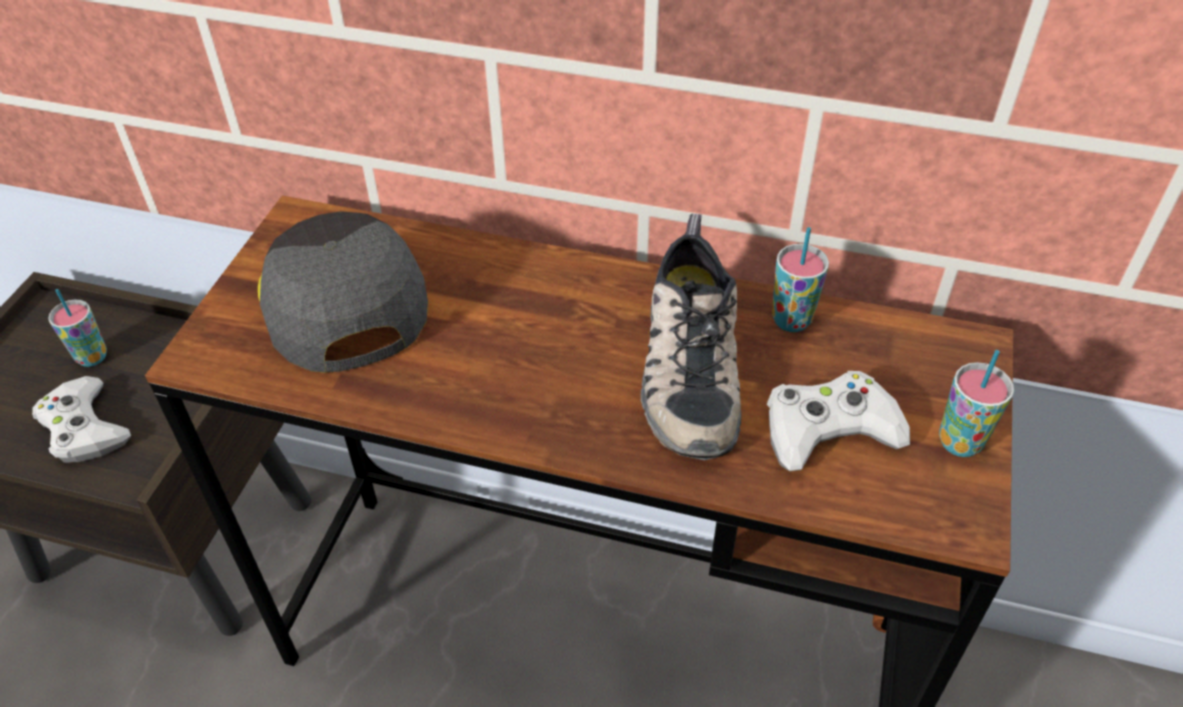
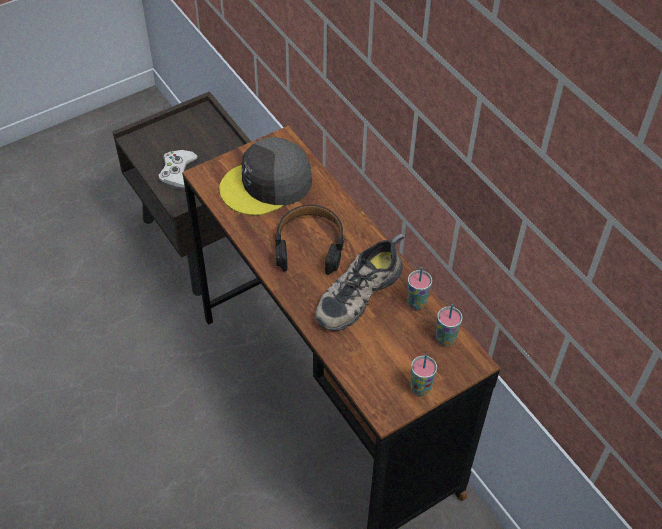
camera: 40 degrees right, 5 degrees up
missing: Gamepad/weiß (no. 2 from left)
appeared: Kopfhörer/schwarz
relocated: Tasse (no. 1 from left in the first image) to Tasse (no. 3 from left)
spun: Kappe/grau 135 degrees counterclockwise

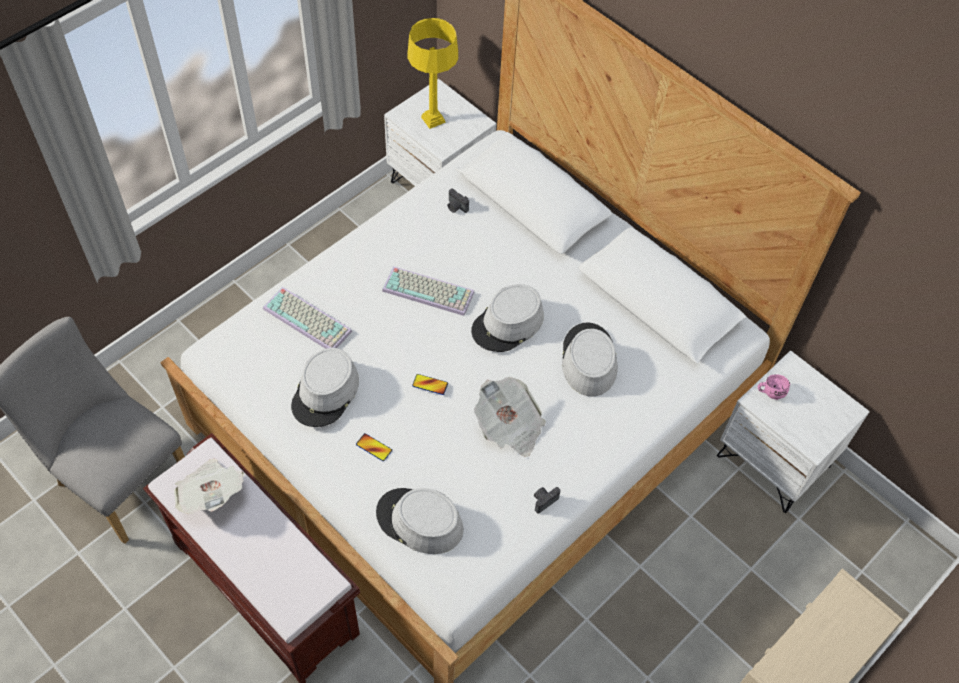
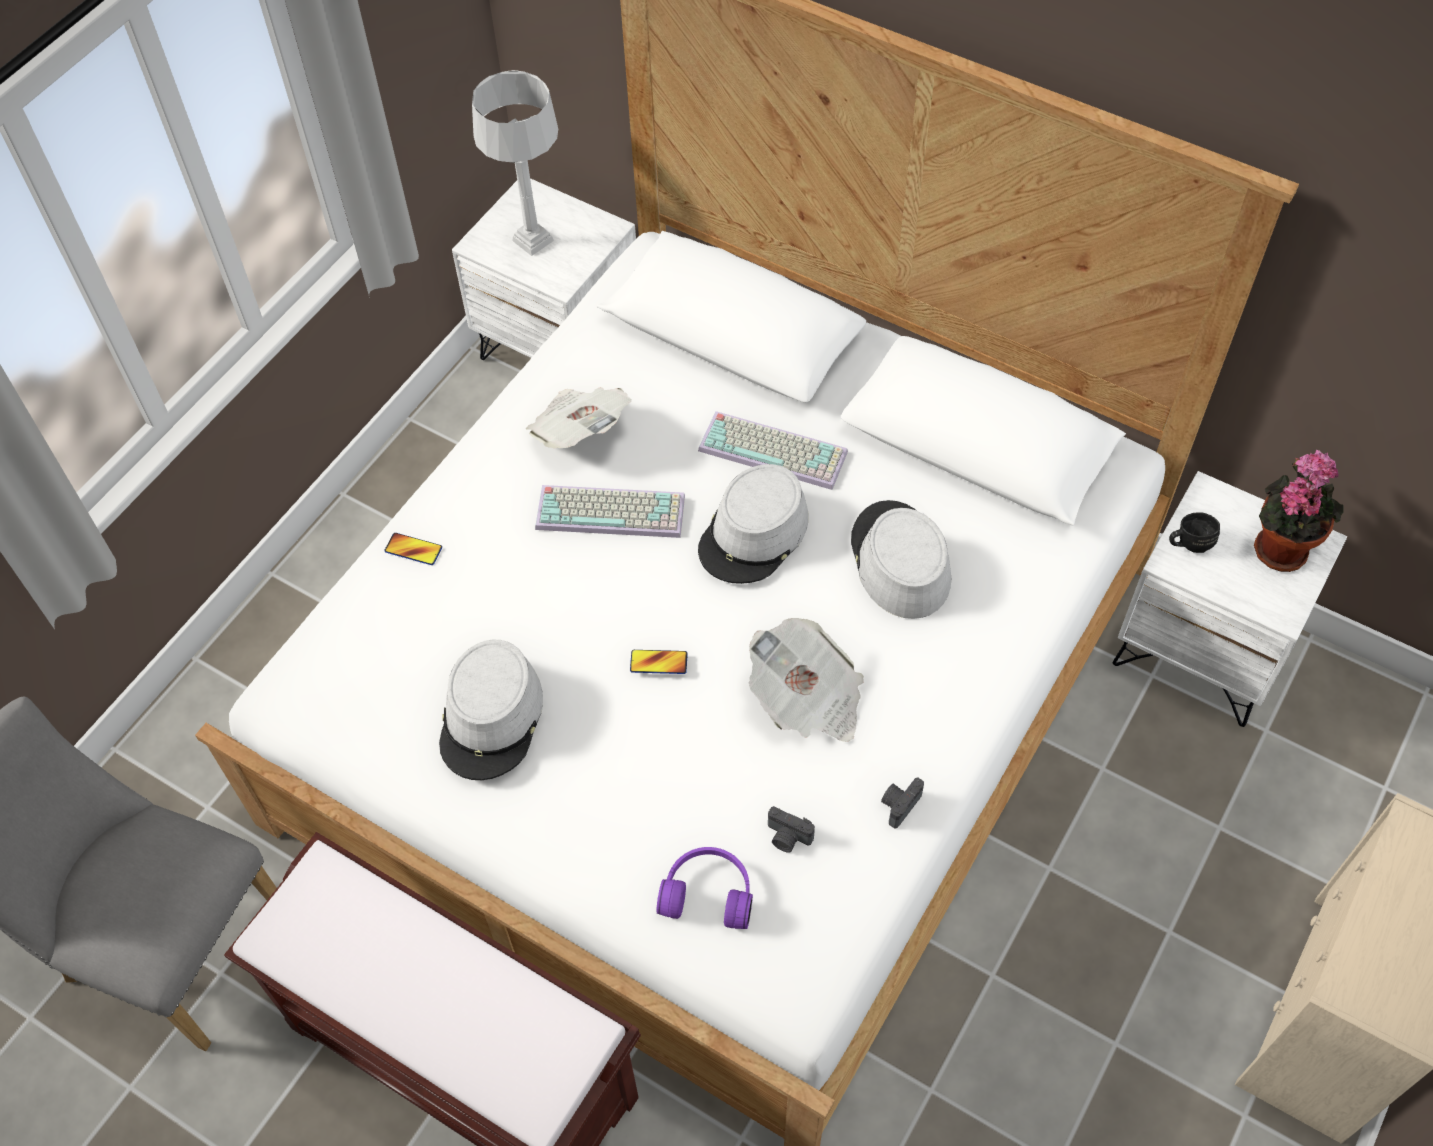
camera: 10 degrees left, 0 degrees up
appeared: Topfpflanze
relocated: Zeitung (no. 1 from left); Tastatur (no. 1 from left in the first image) to Tastatur (no. 2 from left); Handy (no. 1 from left); Kamera (no. 1 from left)
exchanged: Hut/grau (no. 2 from left) to Kopfhörer/lila
colour: Tischlampe/gelb to Tischlampe/grau; Henkelbecher/rosa to Henkelbecher/schwarz

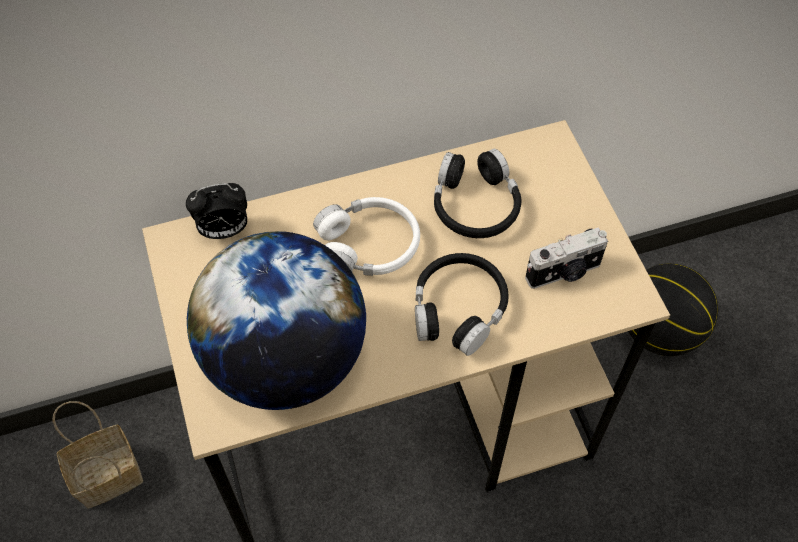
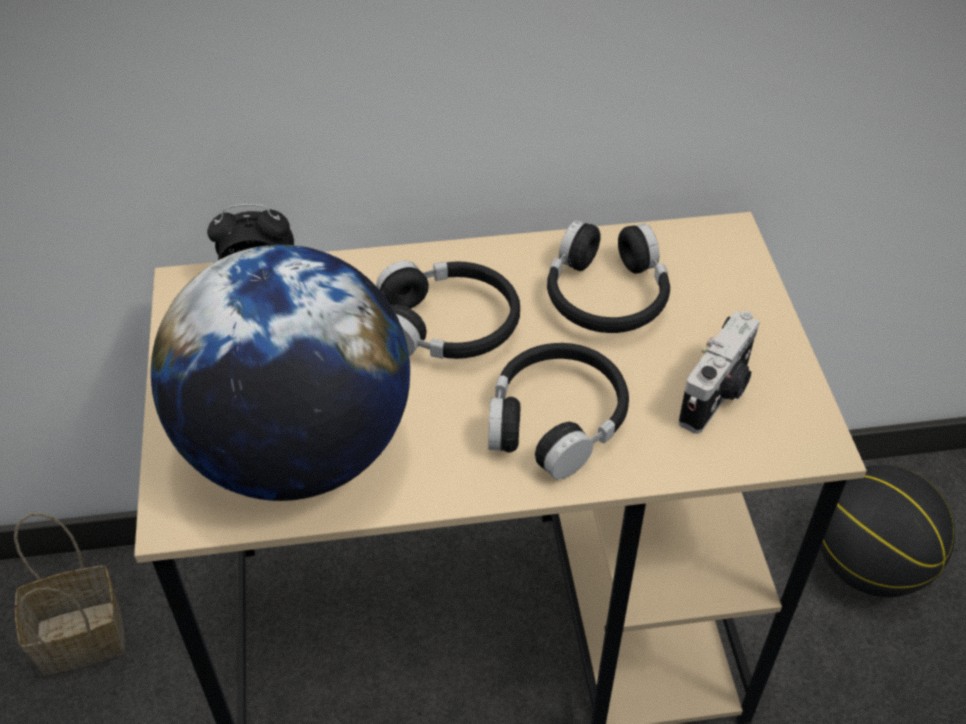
camera: 10 degrees right, 10 degrees down
colour: Kopfhörer/weiß to Kopfhörer/schwarz (no. 1 from left)
spun: Kamera 45 degrees counterclockwise

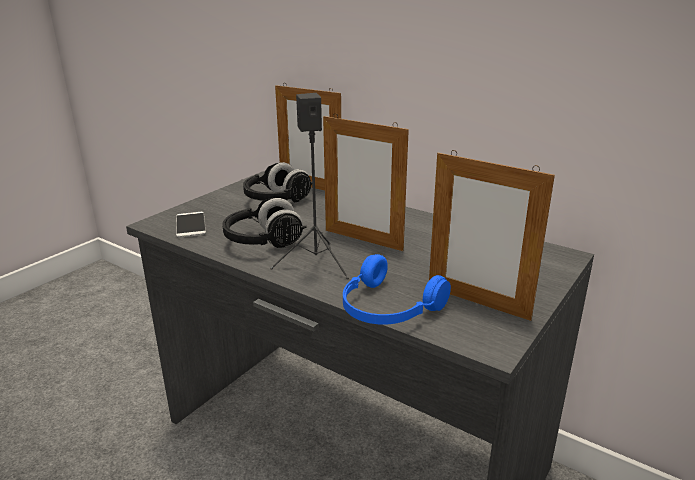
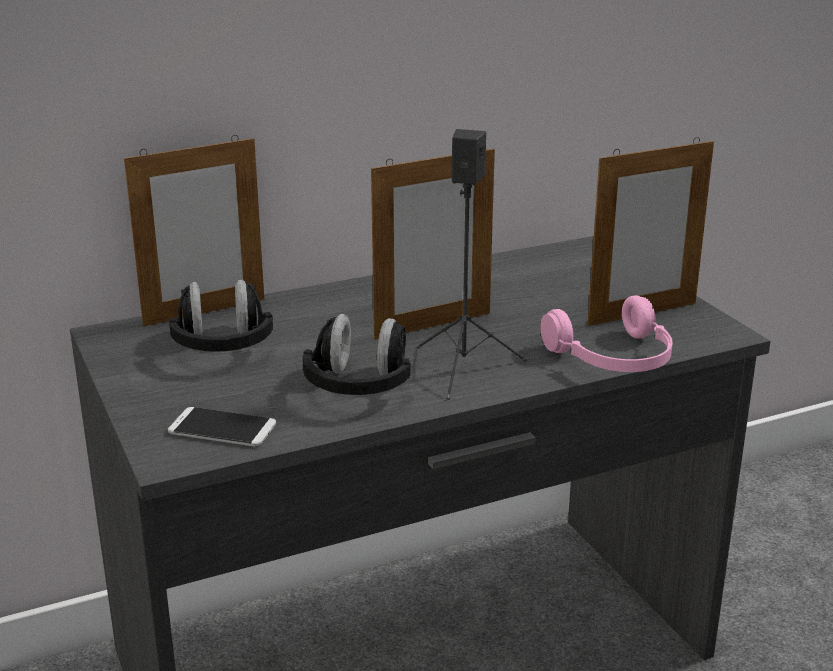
camera: 60 degrees left, 0 degrees up
colour: Kopfhörer/blau to Kopfhörer/rosa

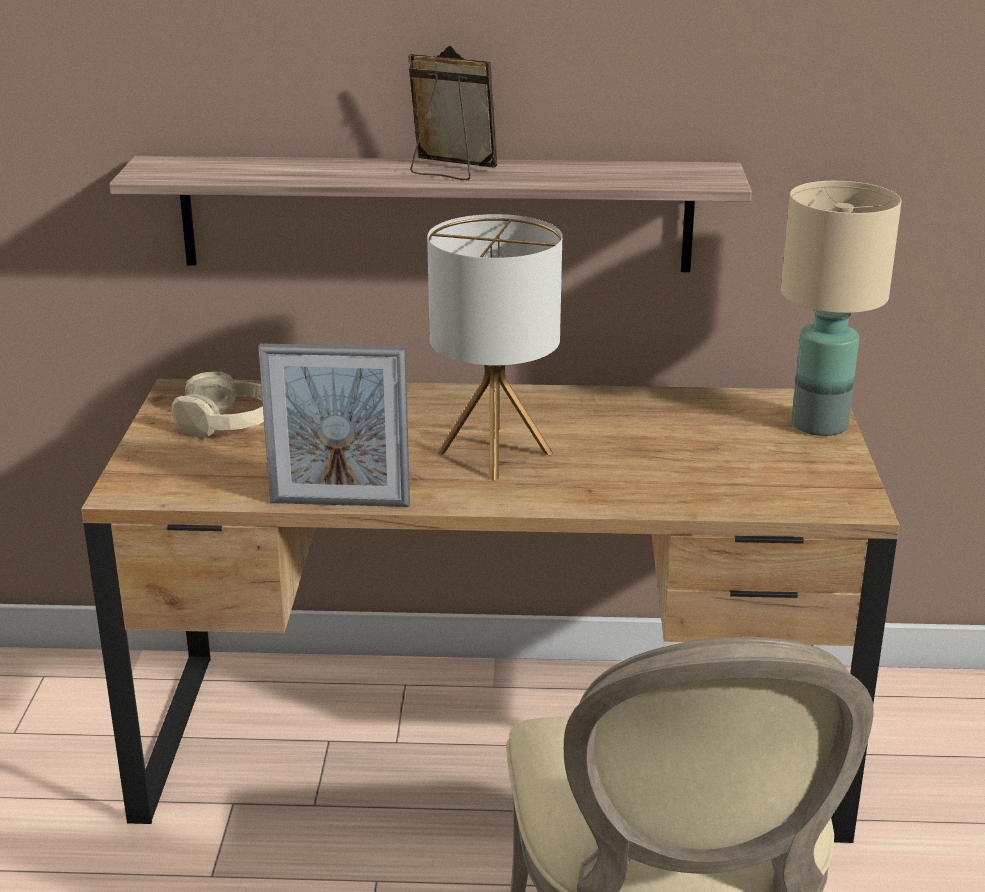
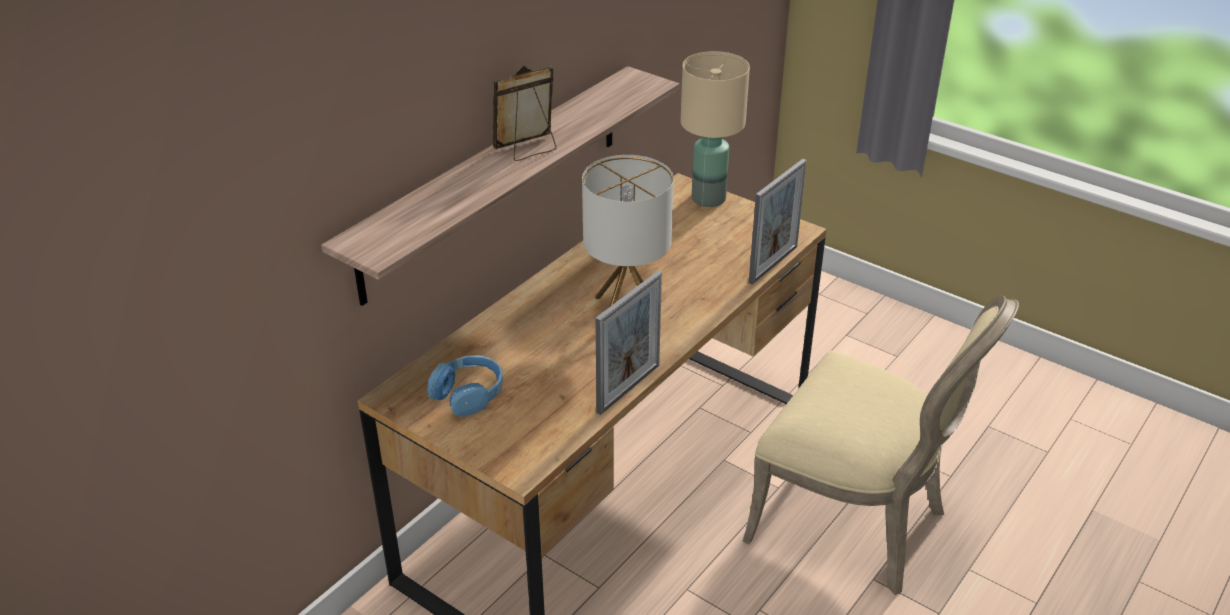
camera: 55 degrees left, 10 degrees up
appeared: Bilderrahmen (no. 3 from left)
colour: Kopfhörer/beige to Kopfhörer/blau

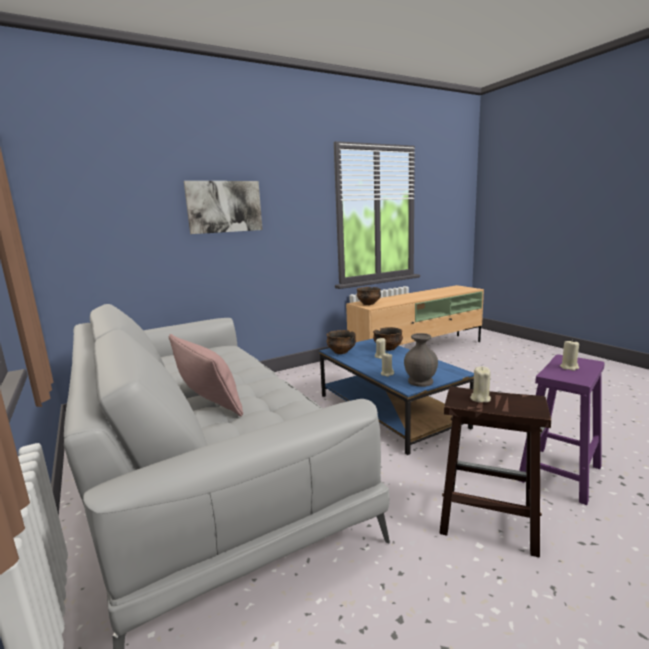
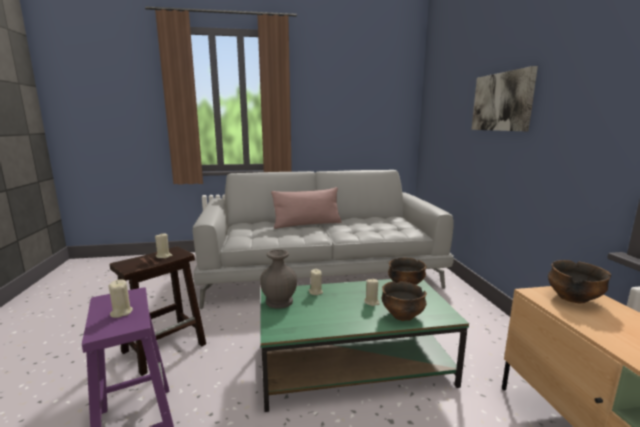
camera: 110 degrees right, 0 degrees up
colour: Couchtisch/blau to Couchtisch/grün

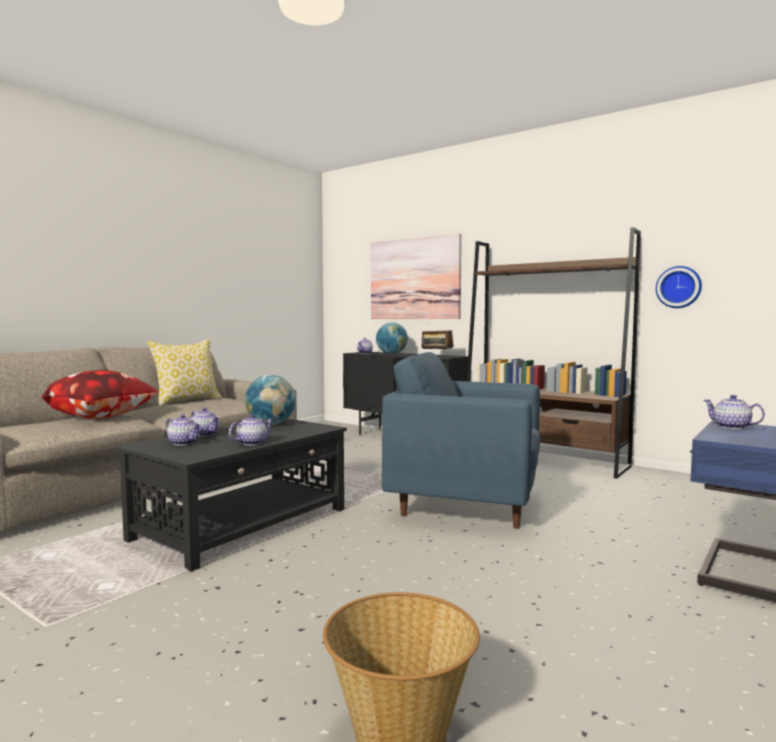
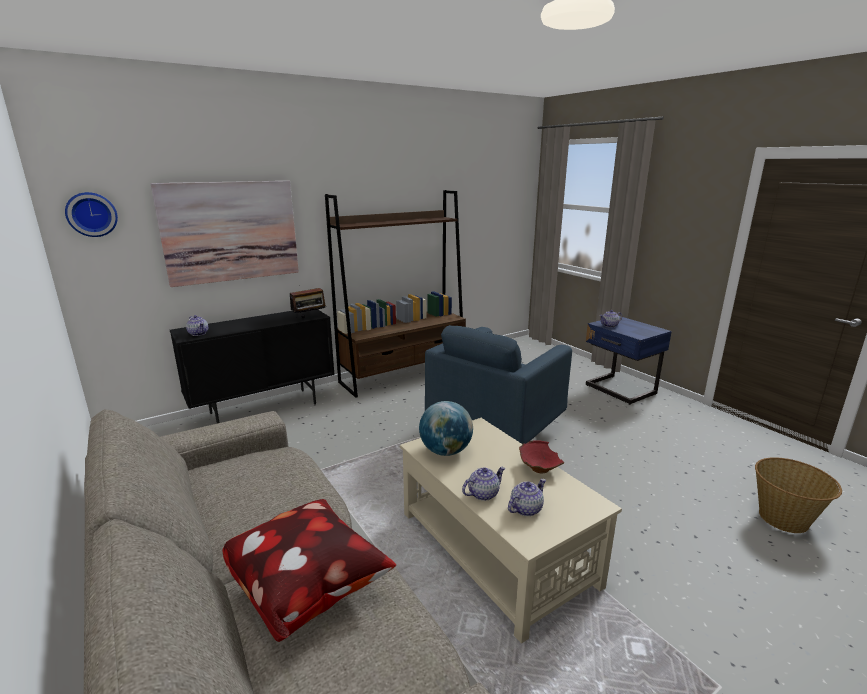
camera: 70 degrees left, 15 degrees up
missing: Kissen (no. 2 from left); Globus (no. 2 from left)
relocated: Wanduhr
exchanged: Teekanne (no. 3 from left) to Schüssel/rot
colour: Couchtisch/schwarz to Couchtisch/beige

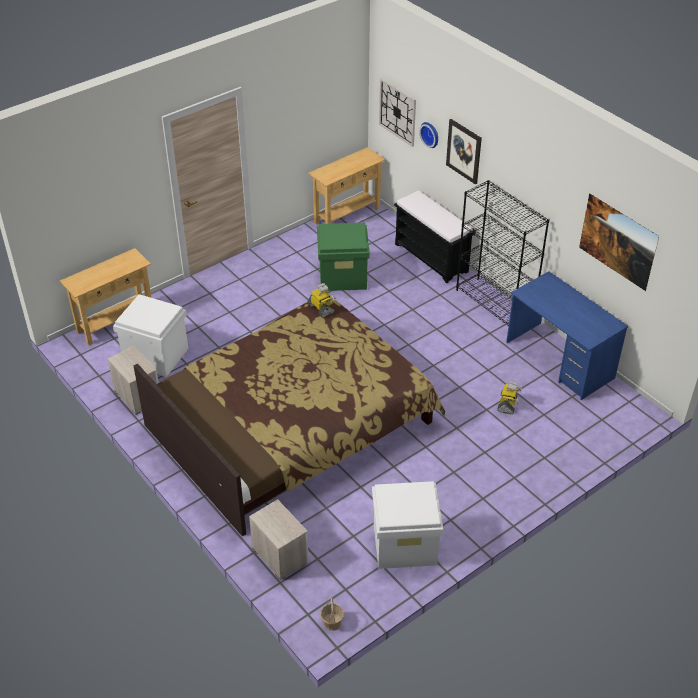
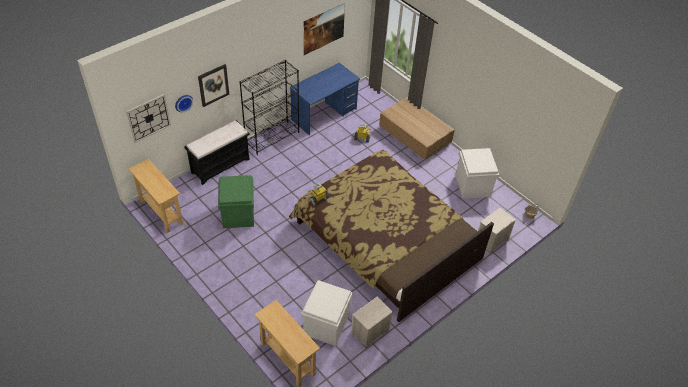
camera: 95 degrees left, 5 degrees up
appeared: Couchtisch/braun

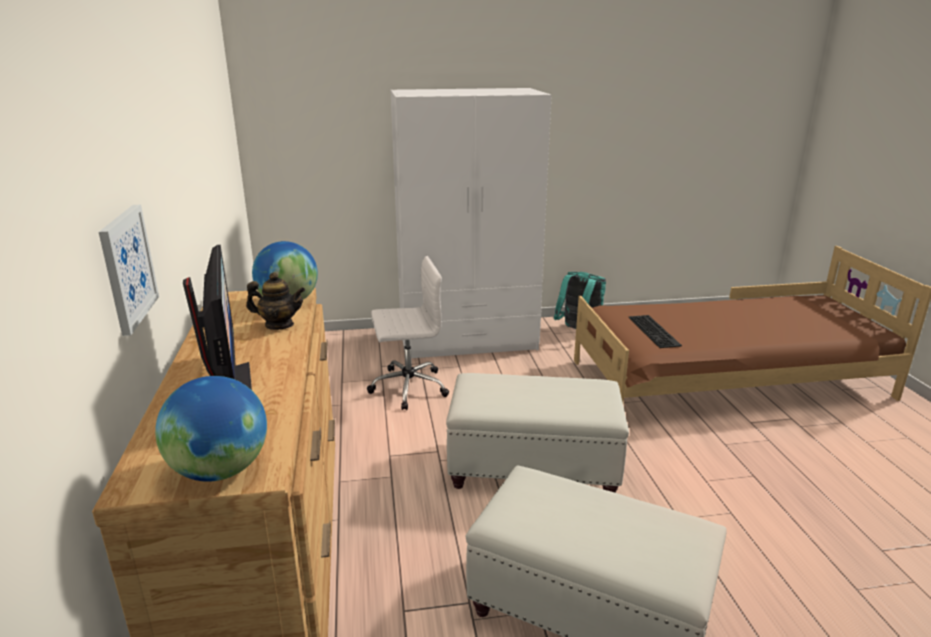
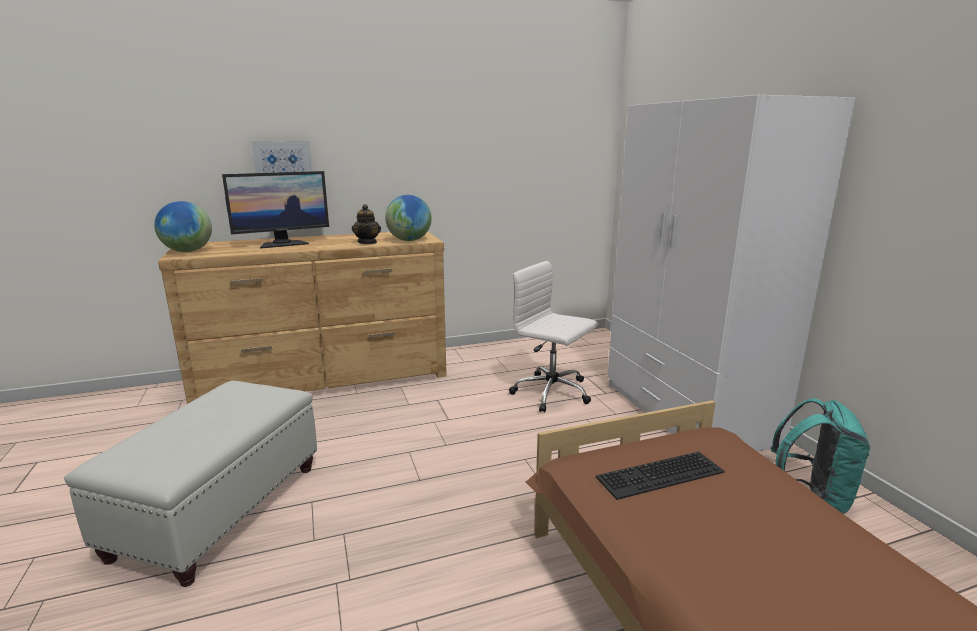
camera: 80 degrees right, 5 degrees down
missing: Polsterhocker/weiß (no. 1 from left)
spun: Bürostuhl/weiß 150 degrees clockwise

